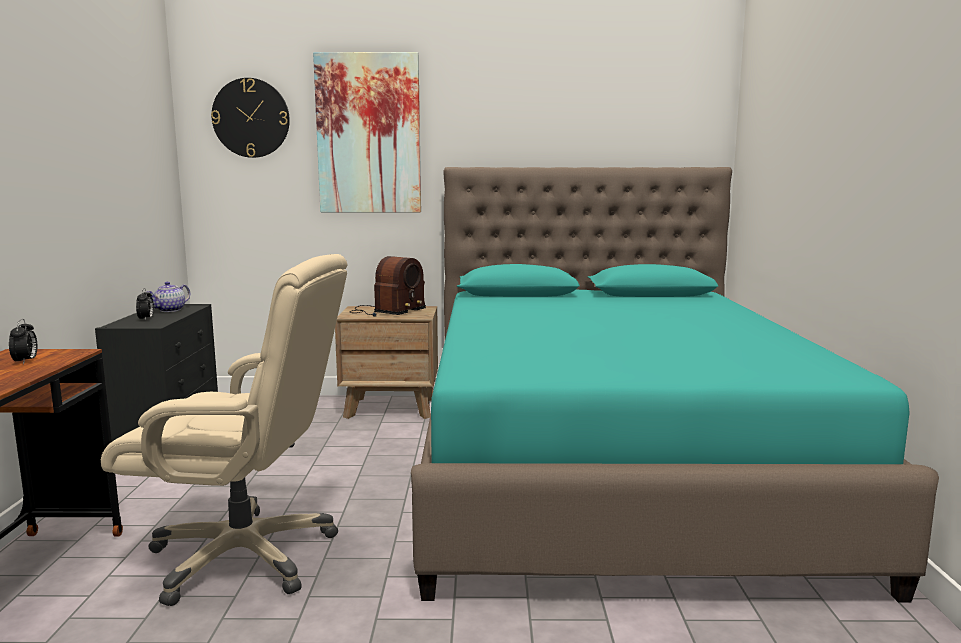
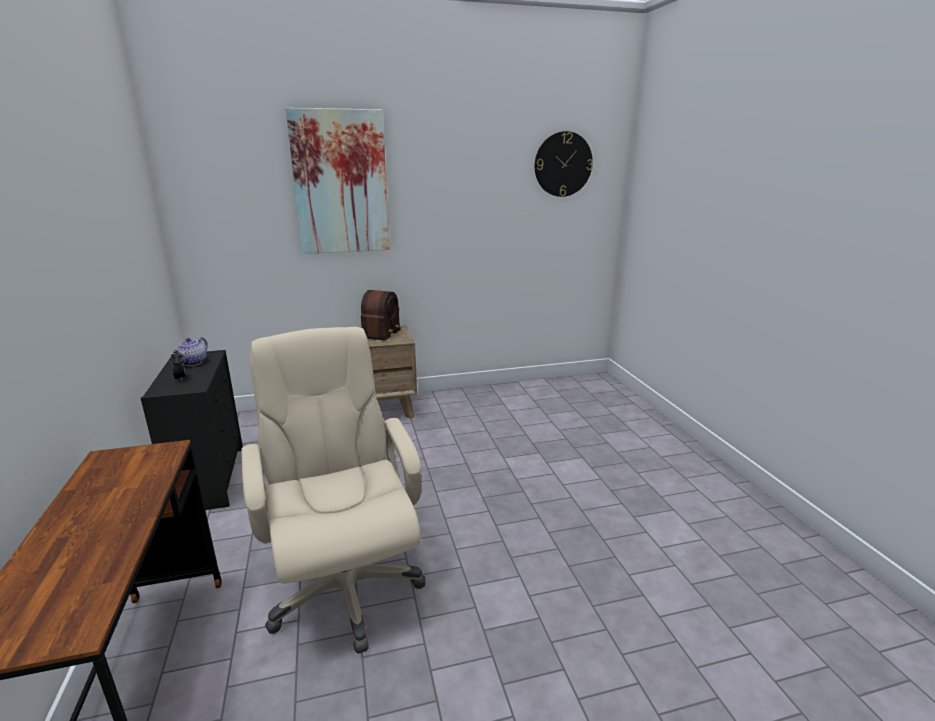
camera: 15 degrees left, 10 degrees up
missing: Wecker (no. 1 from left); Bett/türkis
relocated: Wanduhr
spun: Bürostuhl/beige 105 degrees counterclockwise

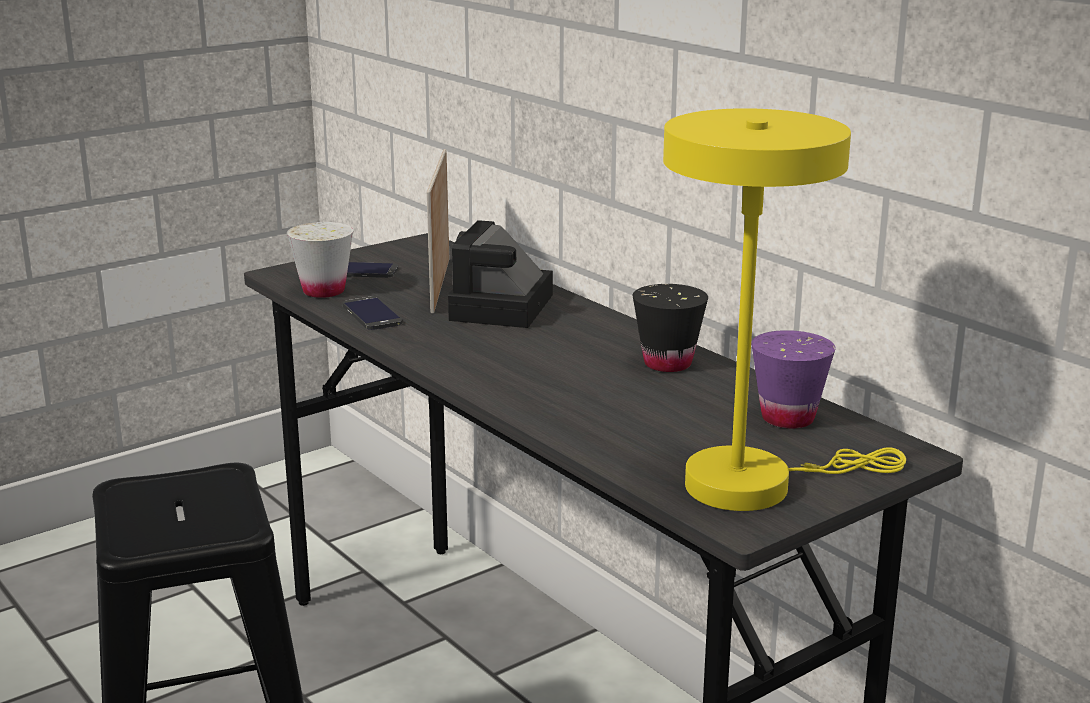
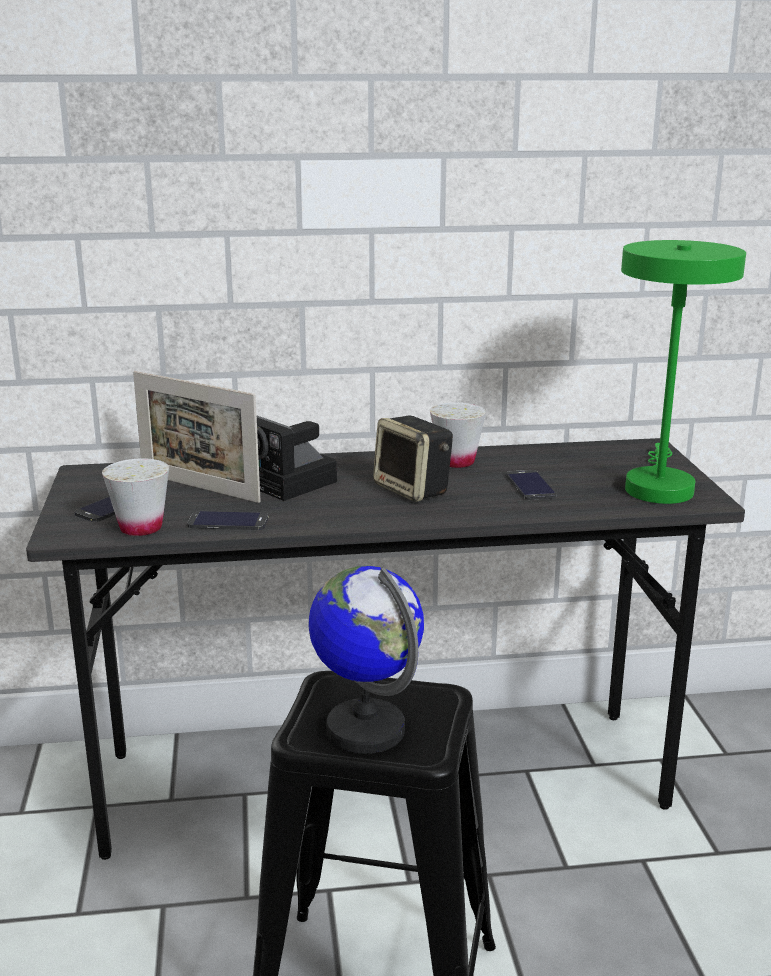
camera: 60 degrees left, 0 degrees up
missing: Tasse/lila
appeared: Globus; Lautsprecher; Handy (no. 3 from left)
colour: Tasse/schwarz to Tasse/weiß (no. 2 from left); Tischlampe/gelb to Tischlampe/grün

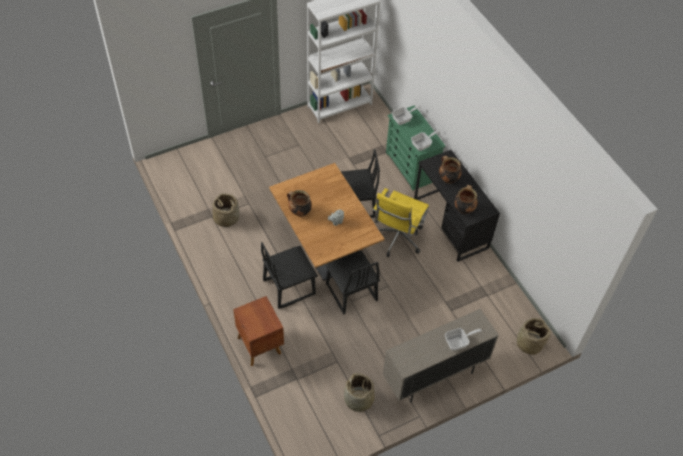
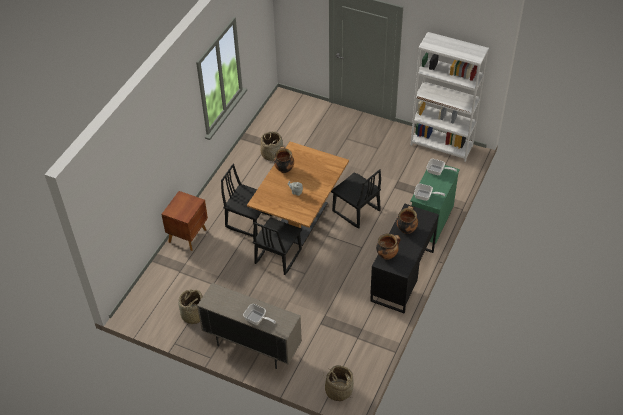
camera: 55 degrees right, 5 degrees down
missing: Bürostuhl/gelb

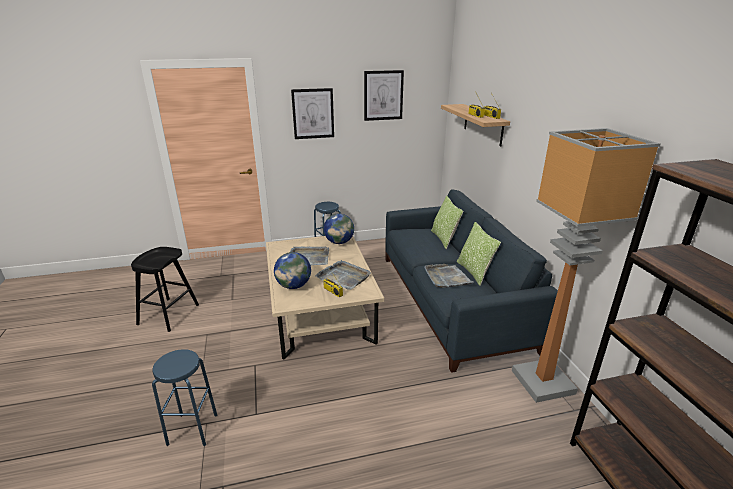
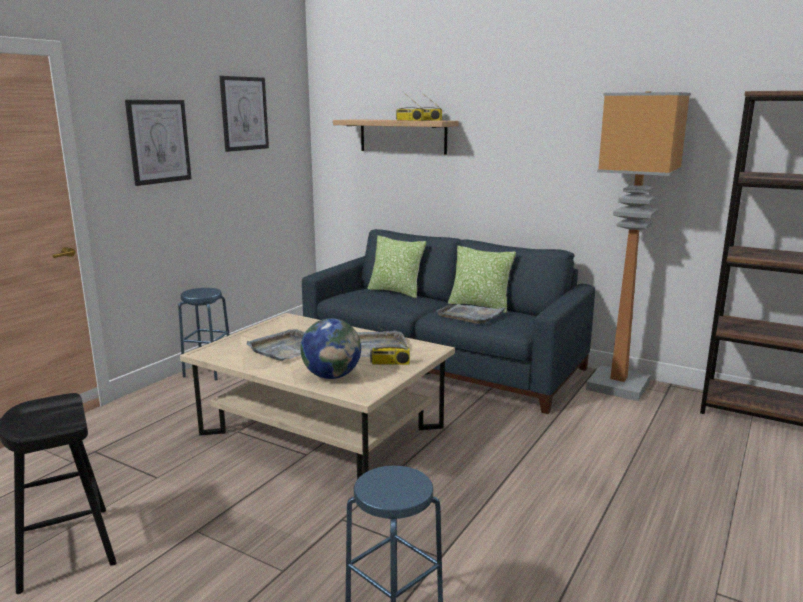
camera: 45 degrees left, 10 degrees down
missing: Globus (no. 2 from left)

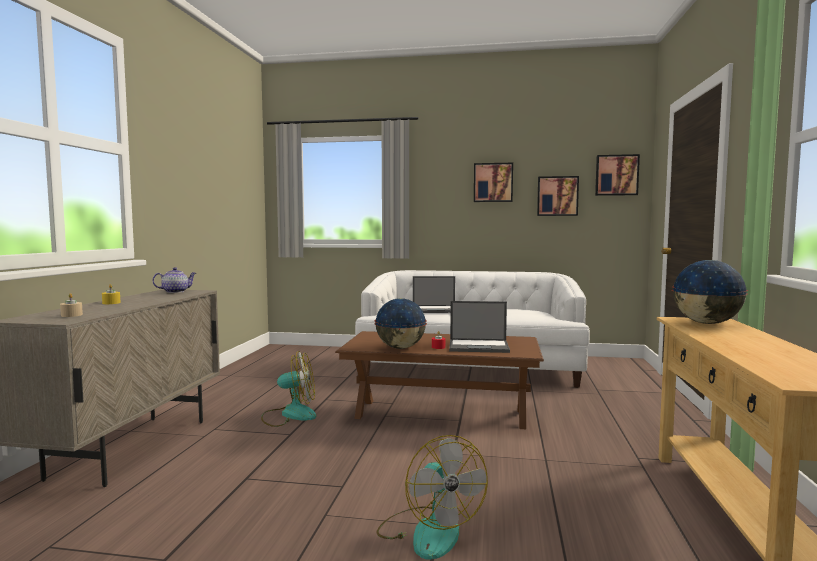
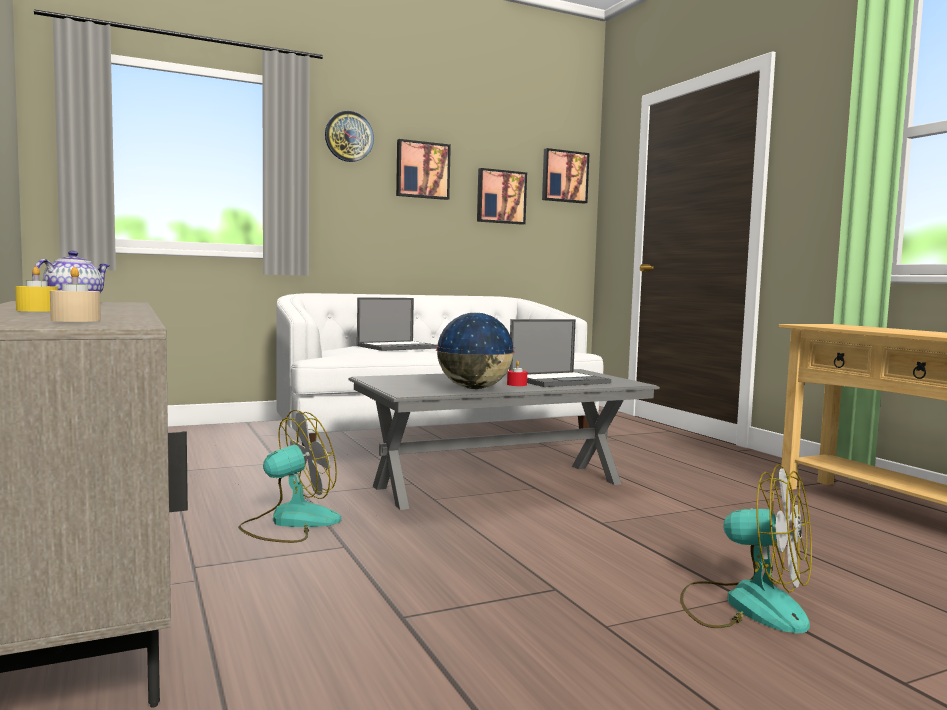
camera: 35 degrees left, 0 degrees up
missing: Globus (no. 2 from left)
appeared: Wanduhr
colour: Couchtisch/braun to Couchtisch/grau

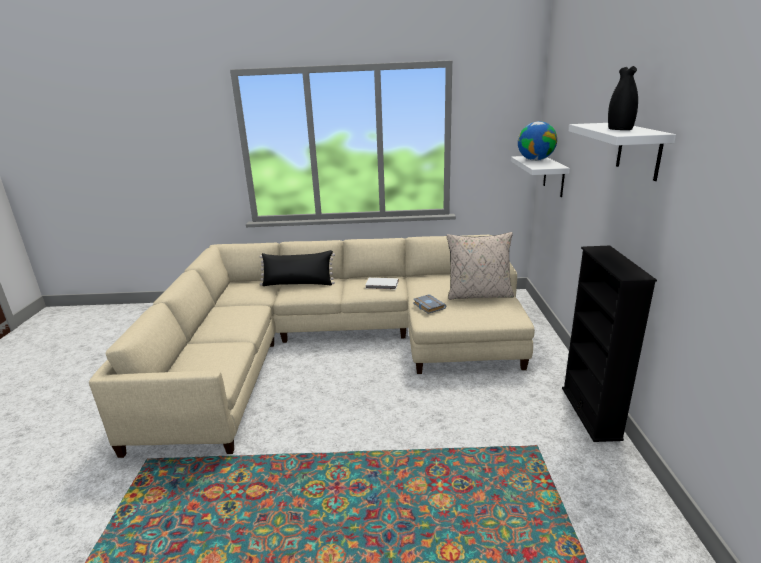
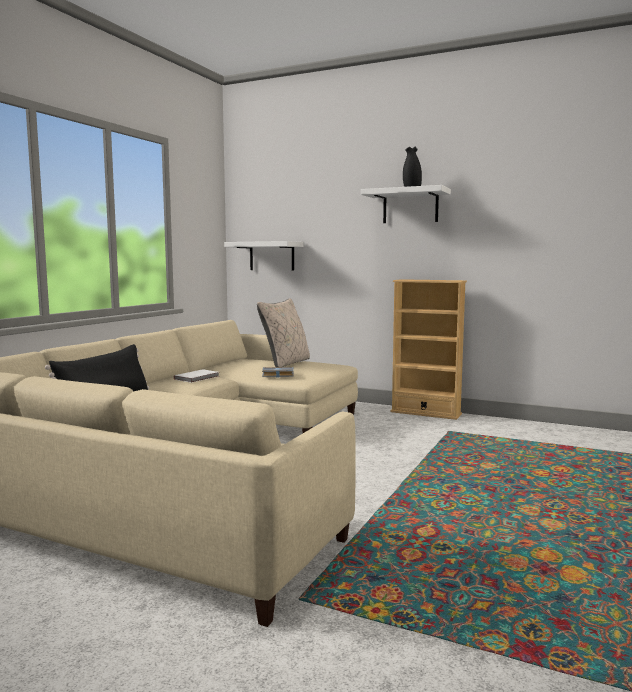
camera: 65 degrees left, 15 degrees down
missing: Globus
colour: Bücherregal/schwarz to Bücherregal/beige

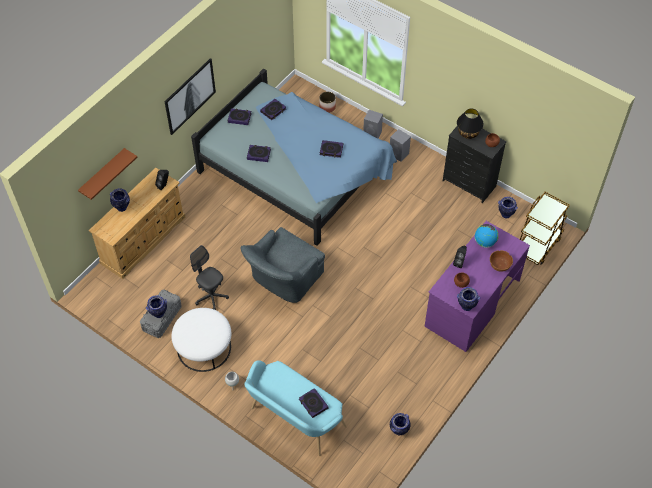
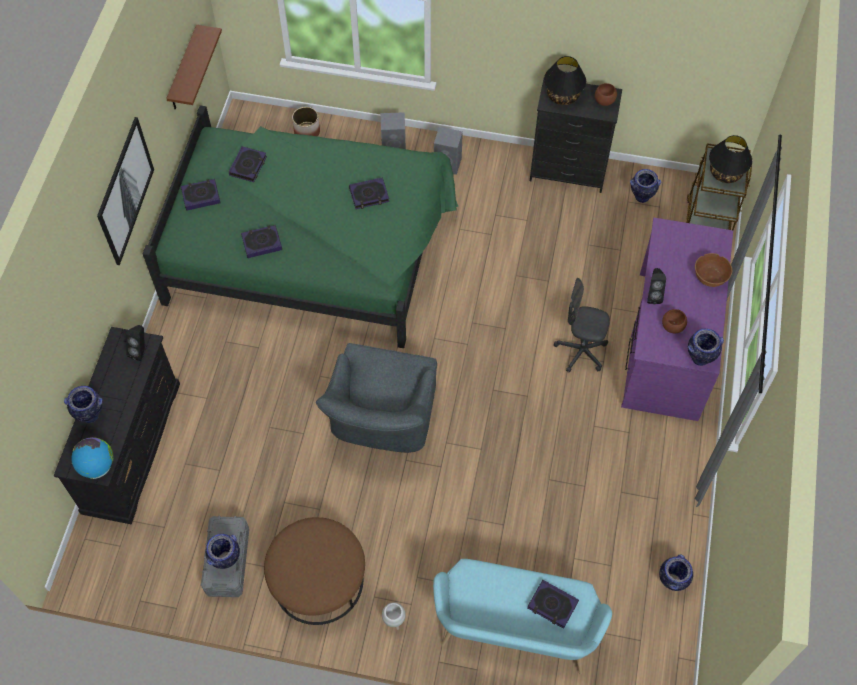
camera: 25 degrees left, 5 degrees up
appeared: Tischlampe/schwarz (no. 2 from left)
relocated: Wandregal/braun; Bürostuhl/grau; Globus
colour: Kommode/beige to Kommode/schwarz (no. 1 from left); Polsterhocker/weiß to Polsterhocker/braun; Bett/blau to Bett/grün

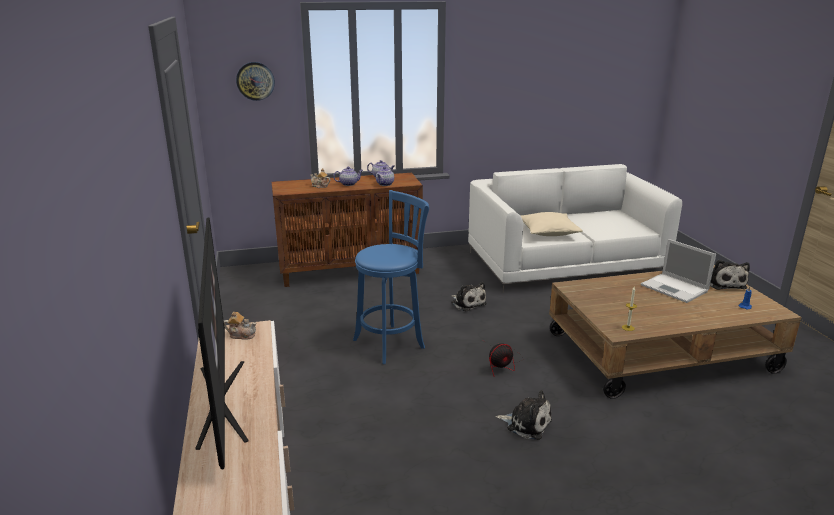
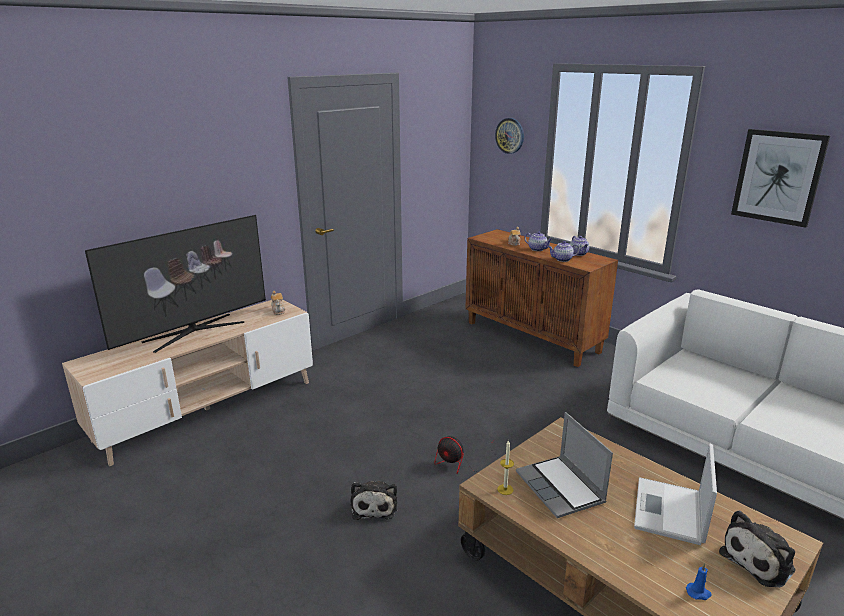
camera: 60 degrees right, 0 degrees up
missing: Hocker/blau; Plüschtier (no. 1 from left); Kissen/beige
appeared: Laptop (no. 1 from left); Bild

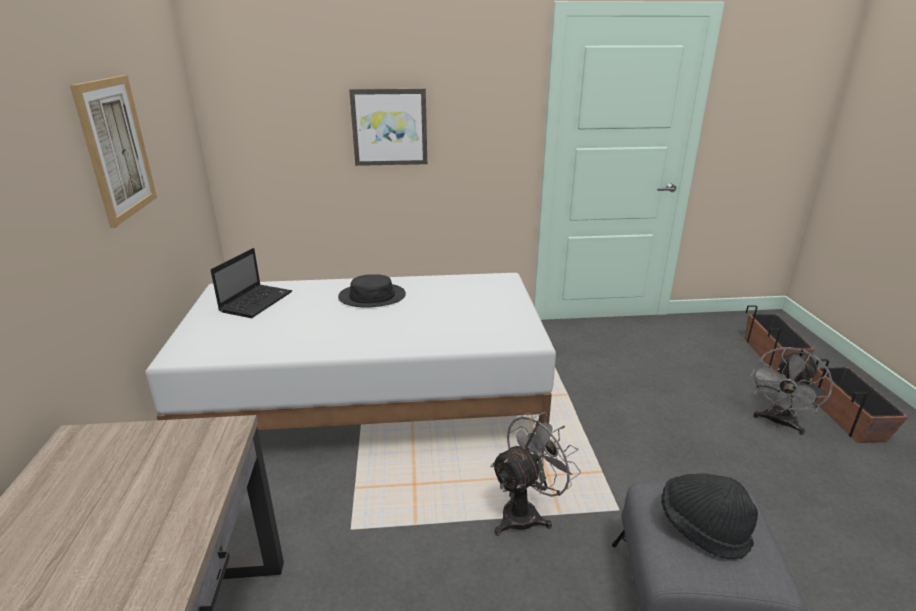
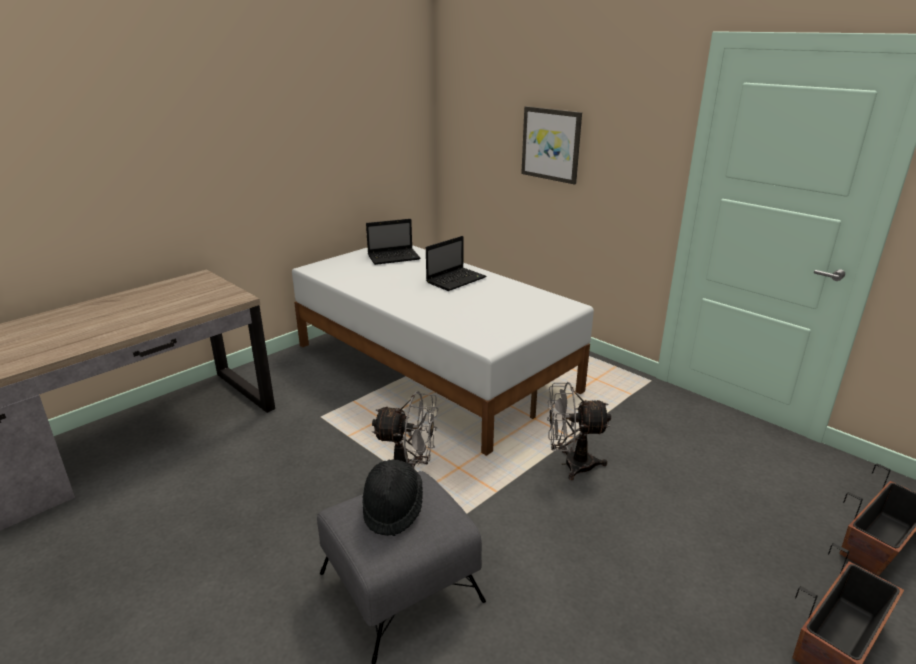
camera: 50 degrees right, 0 degrees up
missing: Bild (no. 1 from left)
relocated: Ventilator/grau (no. 2 from left)
exchanged: Hut/schwarz (no. 1 from left) to Laptop (no. 2 from left)

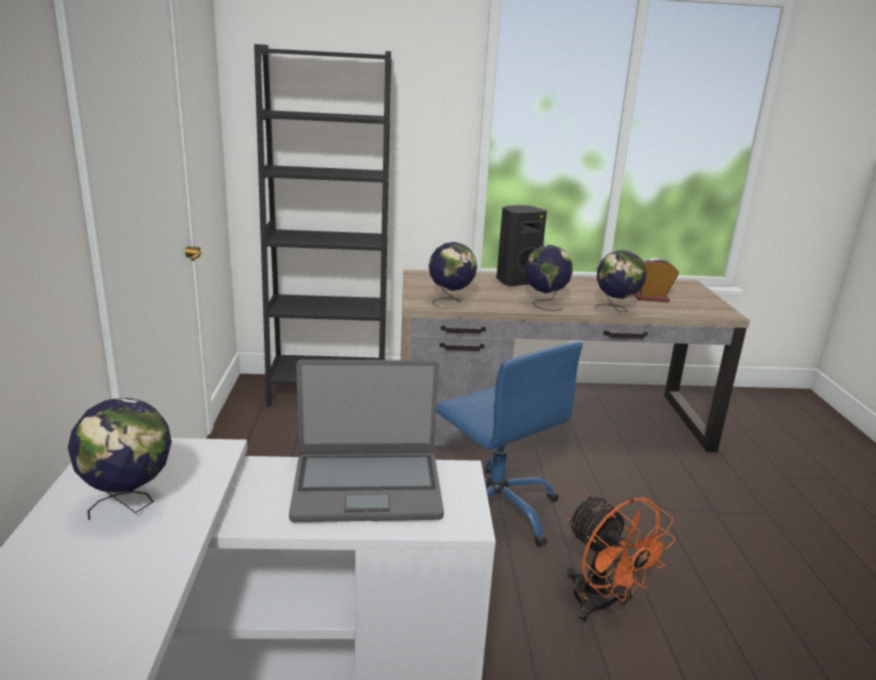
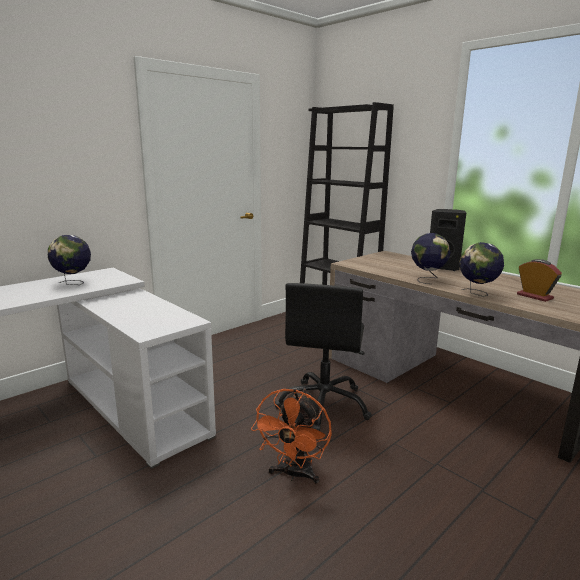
camera: 50 degrees right, 5 degrees down
missing: Laptop; Globus (no. 2 from left)
colour: Bürostuhl/blau to Bürostuhl/schwarz

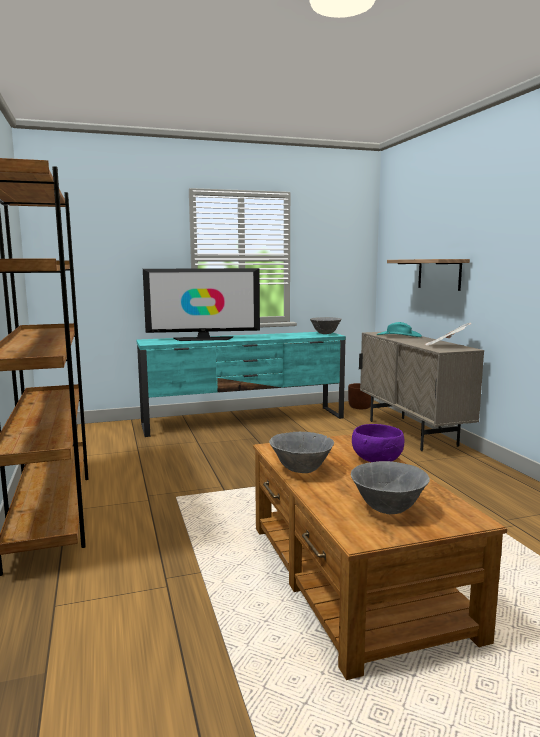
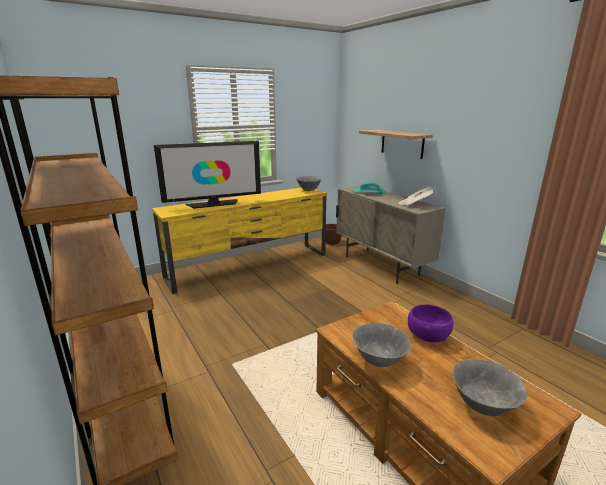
camera: 15 degrees left, 10 degrees up
colour: Fernsehschrank/türkis to Fernsehschrank/gelb

